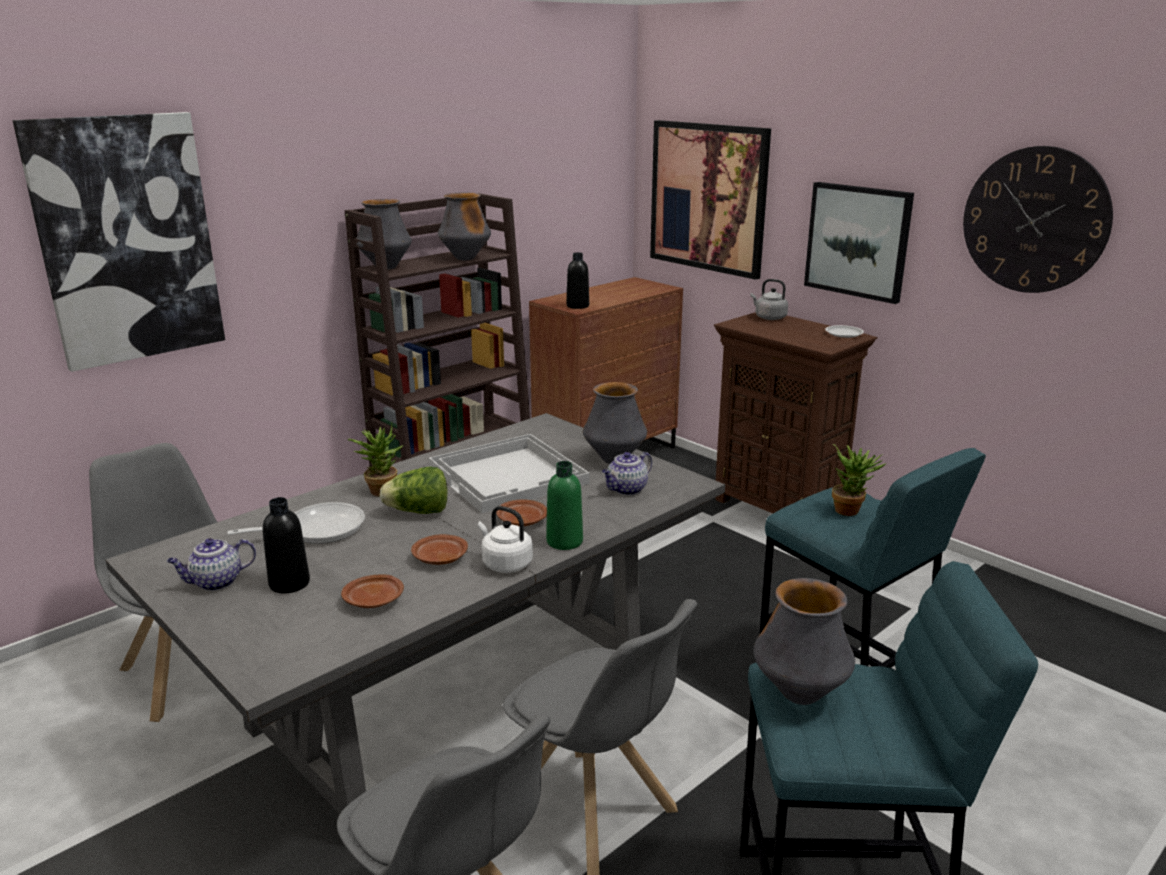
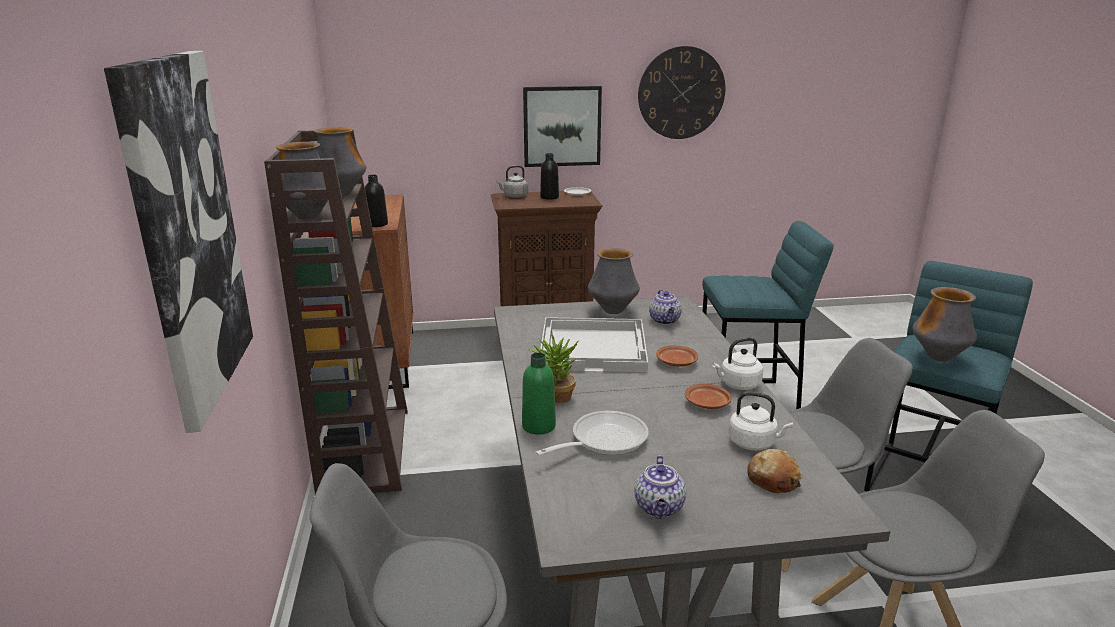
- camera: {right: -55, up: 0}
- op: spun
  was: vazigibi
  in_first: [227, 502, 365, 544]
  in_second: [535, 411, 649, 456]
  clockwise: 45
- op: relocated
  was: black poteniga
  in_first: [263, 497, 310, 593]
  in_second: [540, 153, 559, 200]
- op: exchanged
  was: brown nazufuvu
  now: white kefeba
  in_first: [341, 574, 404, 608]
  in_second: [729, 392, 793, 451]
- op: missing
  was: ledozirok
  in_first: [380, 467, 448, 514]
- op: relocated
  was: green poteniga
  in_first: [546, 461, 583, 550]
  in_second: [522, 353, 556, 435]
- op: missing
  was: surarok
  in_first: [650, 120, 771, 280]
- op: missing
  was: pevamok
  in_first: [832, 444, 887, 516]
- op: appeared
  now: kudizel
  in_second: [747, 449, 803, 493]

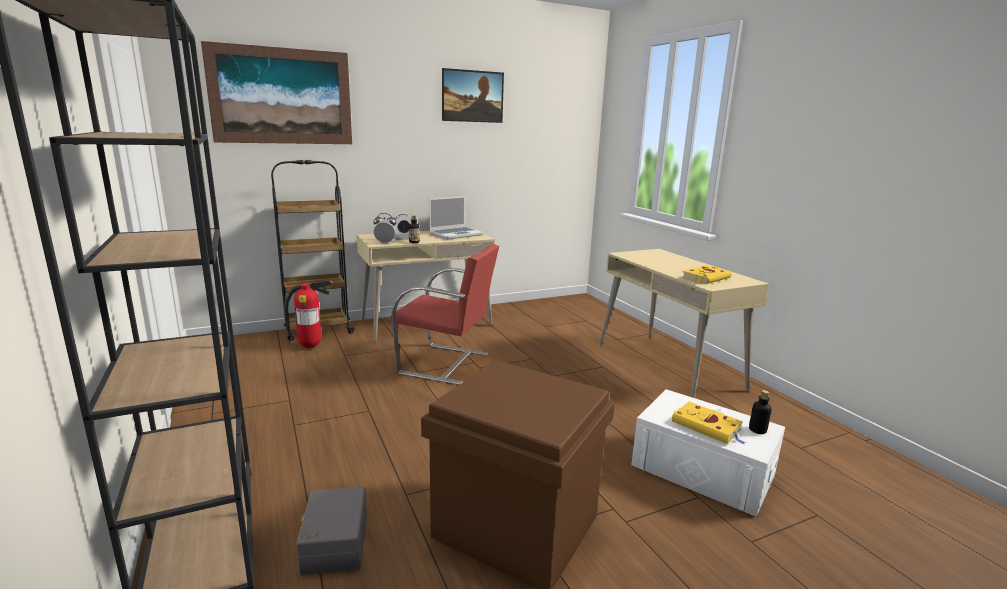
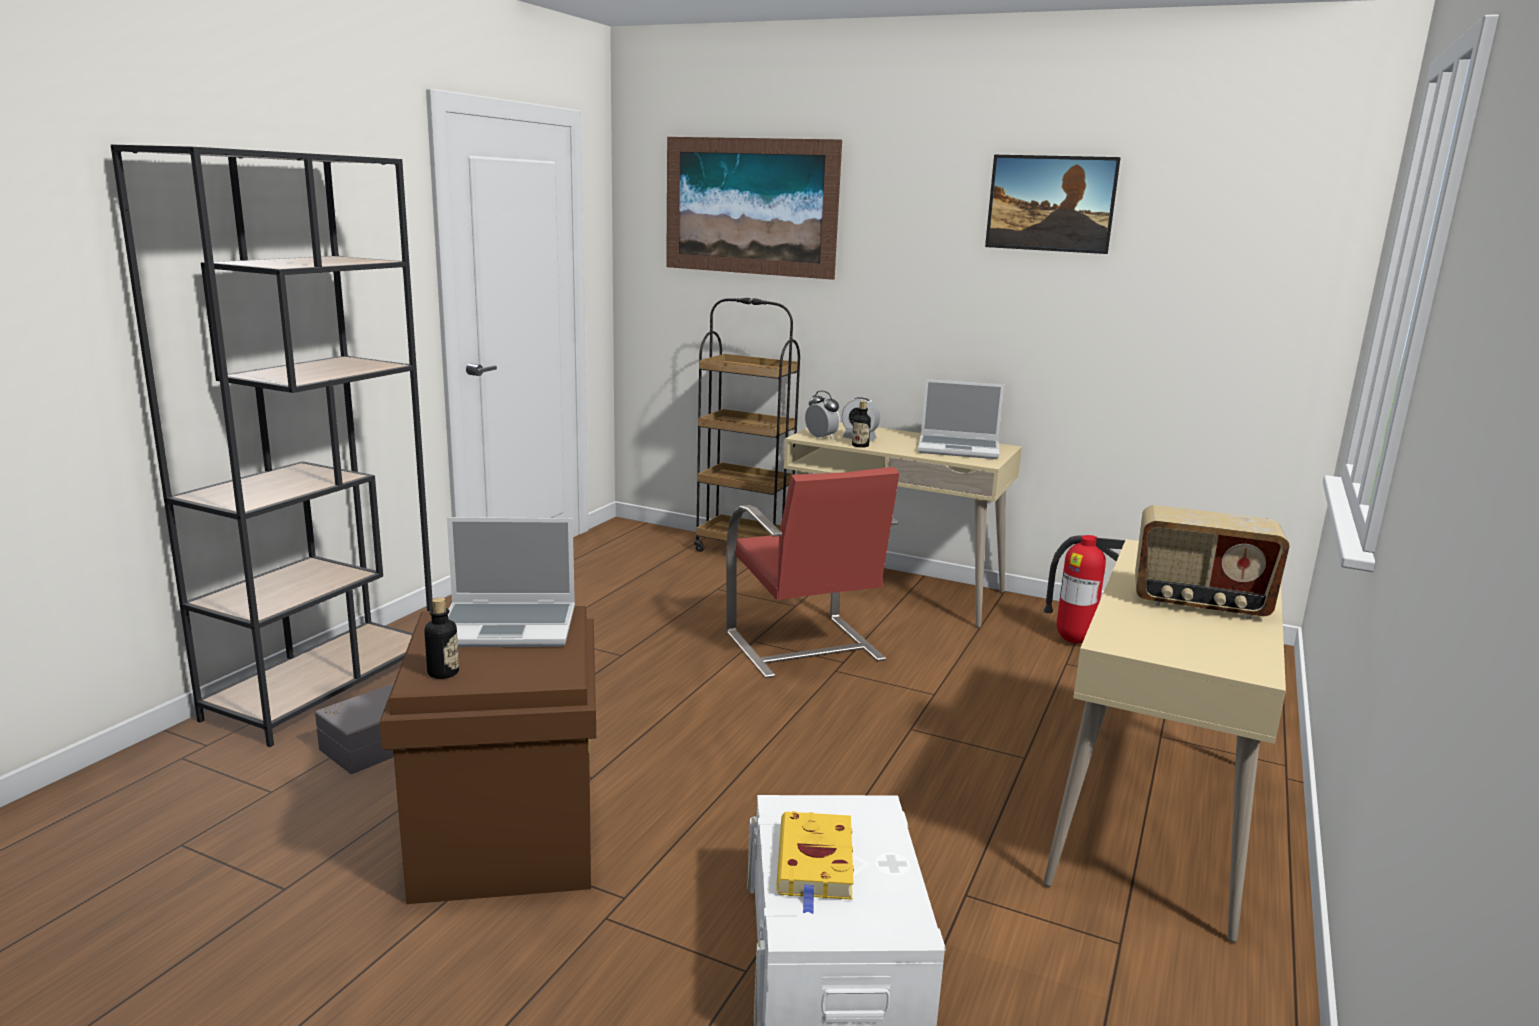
- camera: {right: 50, up: 0}
- op: relocated
  was: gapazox
  in_first: [284, 280, 333, 348]
  in_second: [1043, 535, 1125, 644]
- op: missing
  was: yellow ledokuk
  in_first: [682, 265, 732, 284]
- op: relocated
  was: poteniga
  in_first: [749, 390, 772, 434]
  in_second: [424, 598, 459, 679]
- op: appeared
  now: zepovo
  in_second: [447, 517, 575, 647]
- op: appeared
  now: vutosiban
  in_second: [1135, 505, 1290, 619]

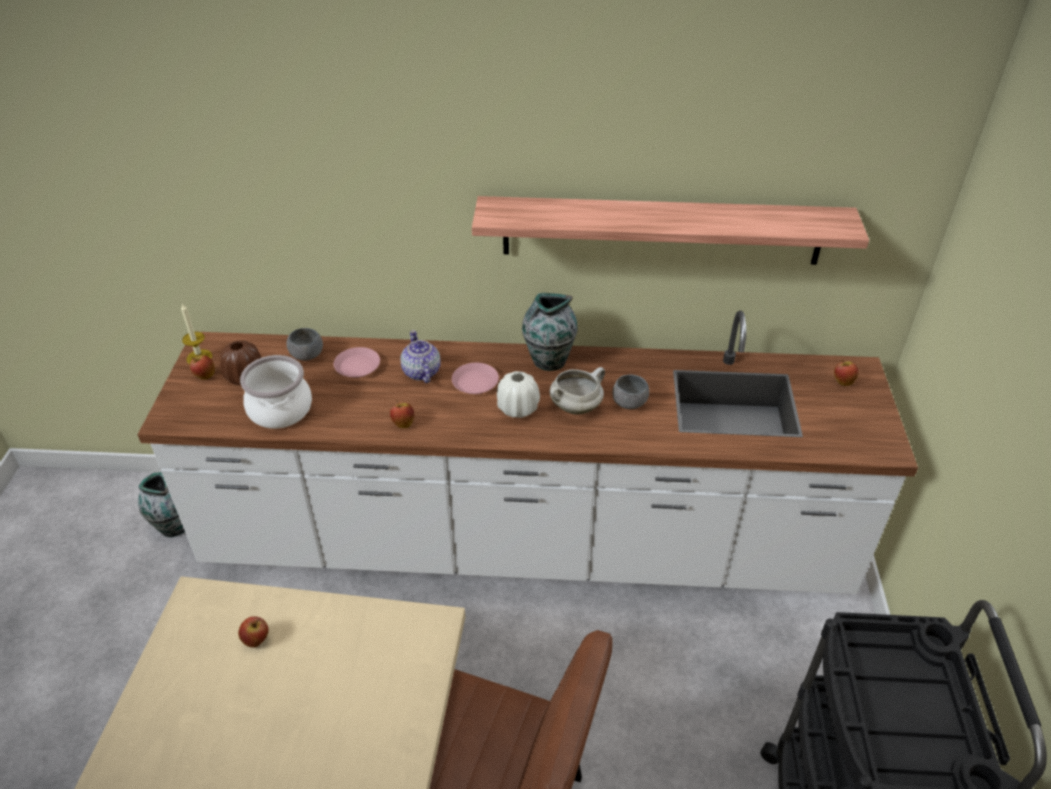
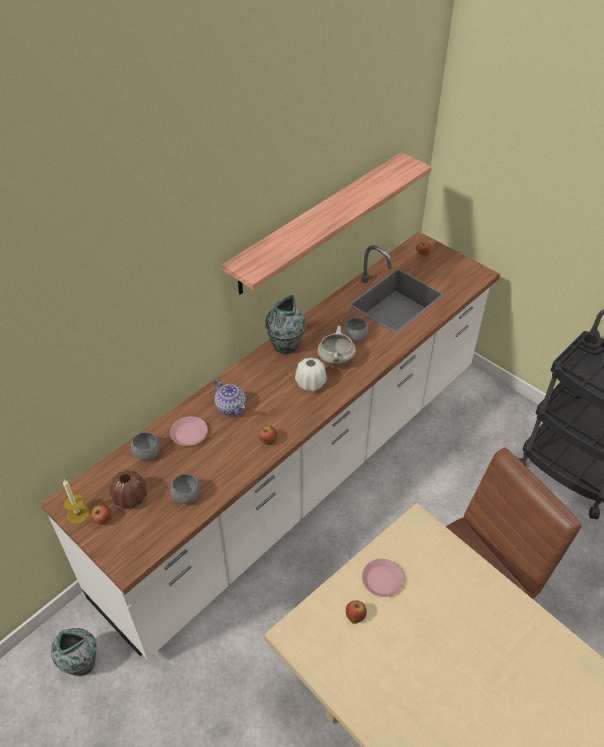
- camera: {right: -50, up: 5}
- op: exchanged
  was: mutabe
  now: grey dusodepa
  in_first: [240, 355, 312, 429]
  in_second: [170, 473, 201, 504]
- op: spun
  was: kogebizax
  in_first: [401, 330, 441, 383]
  in_second: [214, 379, 246, 415]
  clockwise: -150
- op: relocated
  was: pink nazufuvu
  in_first: [452, 363, 499, 394]
  in_second: [362, 559, 404, 597]

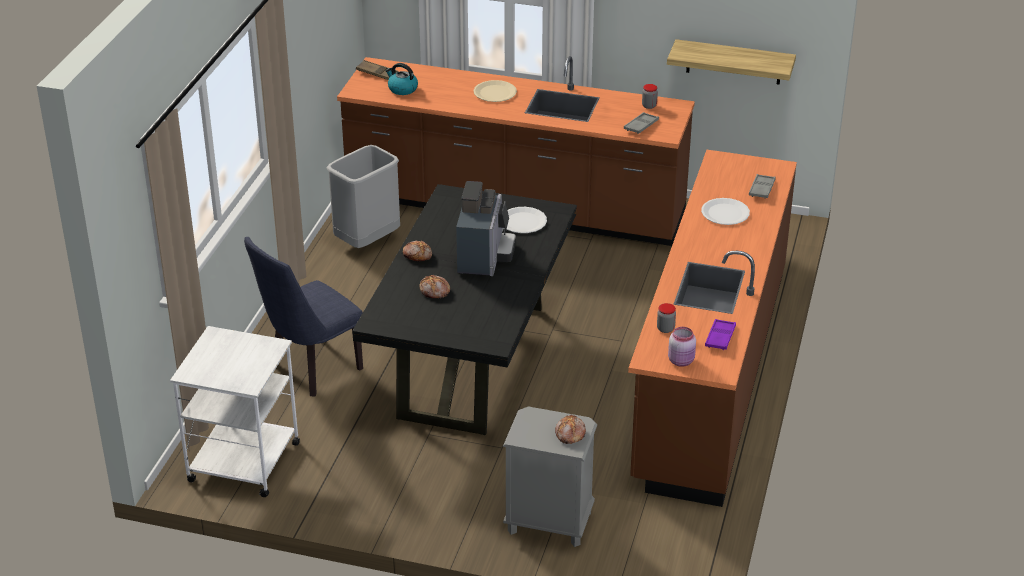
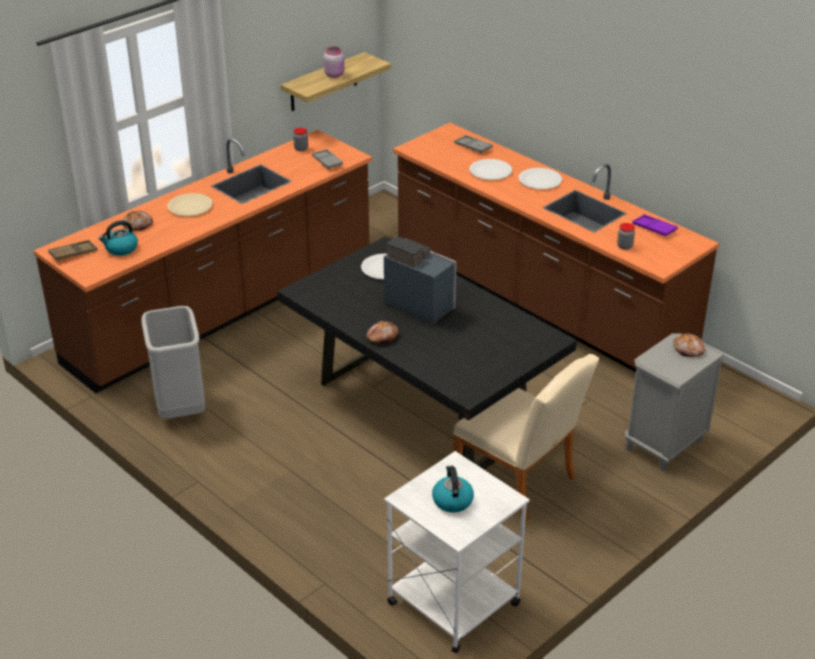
- camera: {right: -60, up: 0}
- op: missing
  was: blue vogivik
  in_first: [244, 237, 363, 397]
- op: relocated
  was: kudizel
  in_first: [420, 275, 450, 298]
  in_second: [123, 211, 153, 231]
- op: relocated
  was: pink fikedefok
  in_first: [668, 327, 696, 367]
  in_second: [324, 47, 344, 78]
- op: appeared
  now: kefeba
  in_second: [432, 465, 474, 512]
- op: appeared
  now: beige vogivik
  in_second: [453, 354, 599, 522]
- op: appeared
  now: white nazufuvu
  in_second: [519, 168, 562, 189]

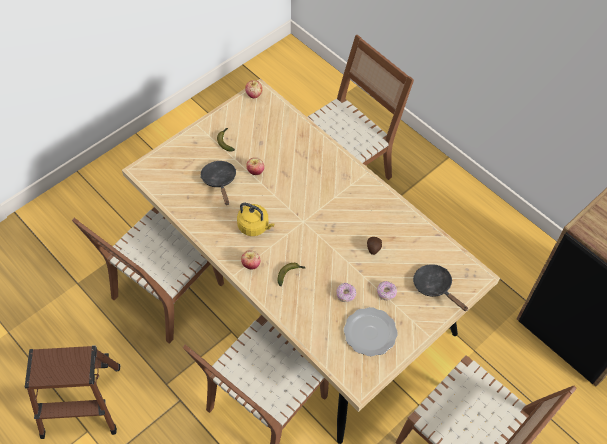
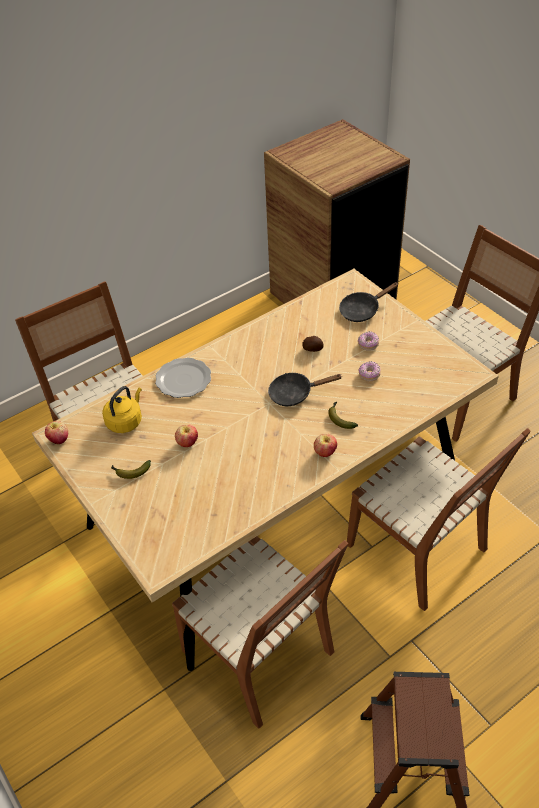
- camera: {right: -80, up: -10}
- op: relocated
  was: black vazigibi
  in_first: [200, 161, 236, 205]
  in_second: [268, 373, 341, 406]
- op: relocated
  was: yellow kefeba
  in_first: [237, 203, 275, 236]
  in_second: [102, 386, 142, 433]
- op: relocated
  was: nazufuvu
  in_first: [344, 307, 398, 356]
  in_second: [155, 358, 211, 398]

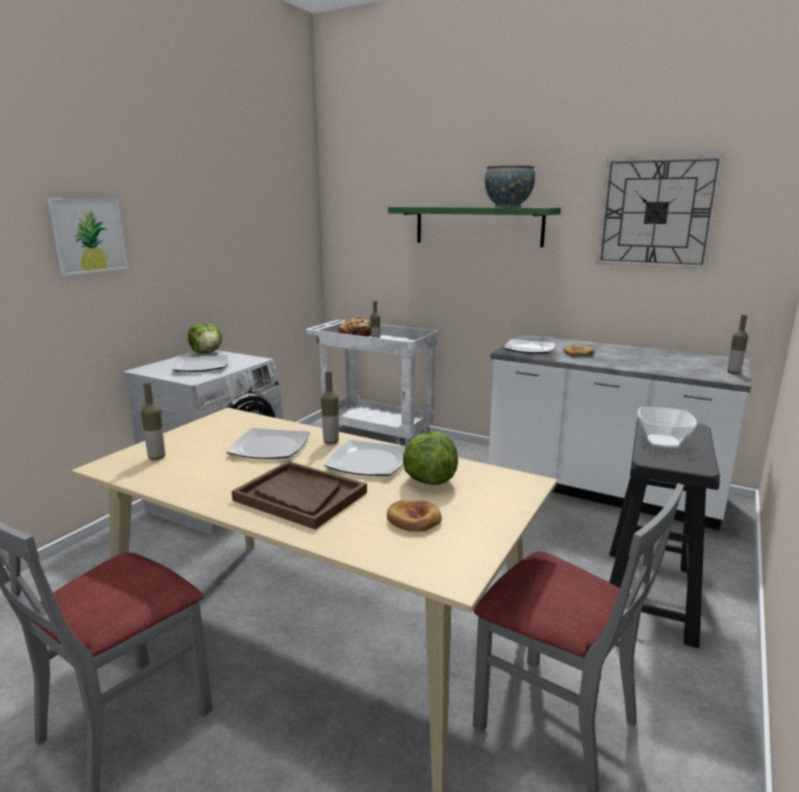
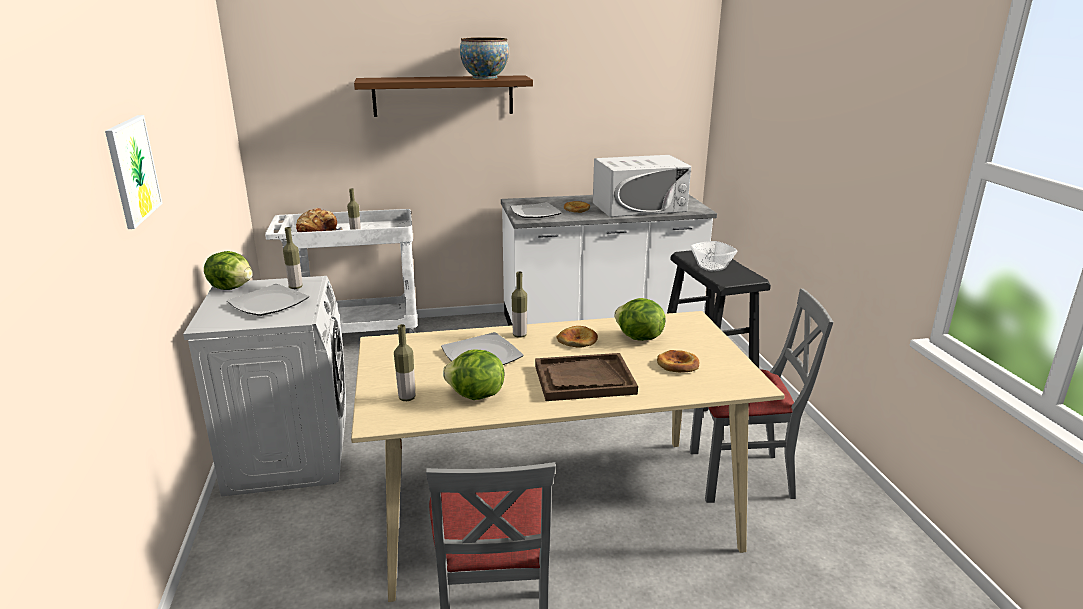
- camera: {right: -40, up: 5}
- op: exchanged
  was: nazufuvu
  now: kudizel
  in_first: [324, 440, 406, 476]
  in_second: [556, 326, 598, 348]
- op: colour
  was: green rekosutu
  now: brown rekosutu
  in_first: [388, 207, 561, 247]
  in_second: [354, 75, 533, 117]
- op: missing
  was: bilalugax
  in_first: [596, 154, 725, 269]
- op: relocated
  was: poteniga
  in_first: [727, 315, 748, 374]
  in_second: [283, 227, 303, 289]
- op: appeared
  now: ledozirok
  in_second: [443, 350, 504, 400]
- op: appeared
  now: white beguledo
  in_second: [593, 155, 691, 217]

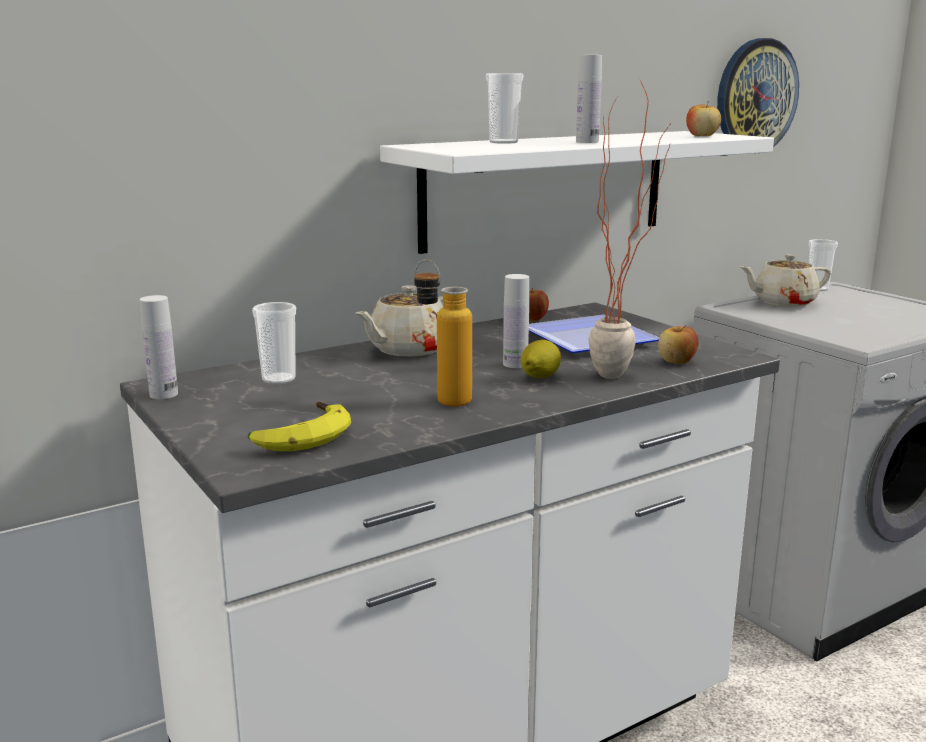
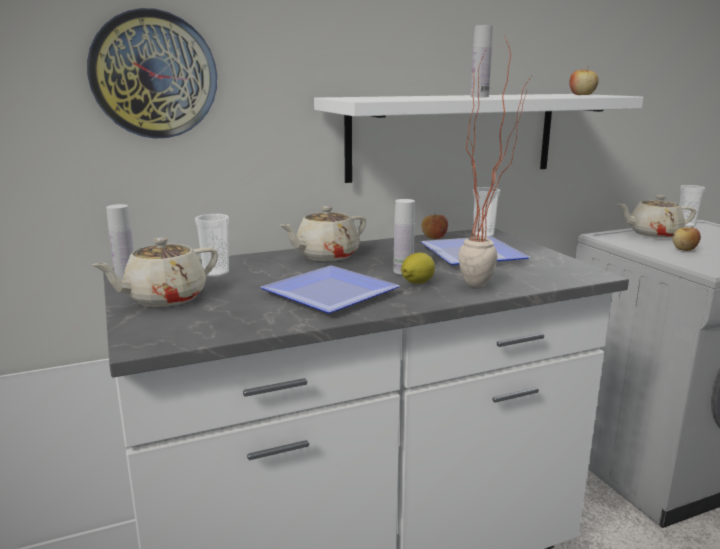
- camera: {right: 10, up: 0}
- op: missing
  was: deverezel
  in_first: [248, 402, 351, 451]
- op: exchanged
  was: poteniga
  now: nazufuvu
  in_first: [414, 260, 472, 407]
  in_second: [260, 266, 400, 313]
- op: relocated
  was: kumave
  in_first: [486, 73, 524, 144]
  in_second: [473, 187, 500, 237]
- op: relocated
  was: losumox
  in_first: [658, 325, 699, 364]
  in_second: [673, 227, 701, 251]
- op: relocated
  was: bilalugax
  in_first: [717, 38, 799, 154]
  in_second: [87, 8, 217, 139]
- op: appeared
  now: beige kogebizax
  in_second: [92, 237, 218, 307]

